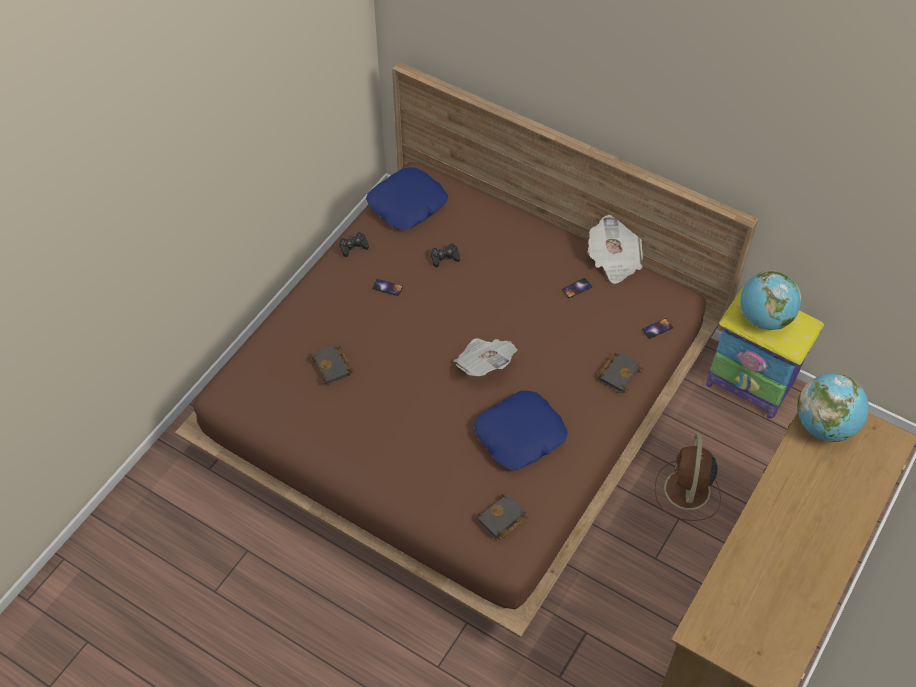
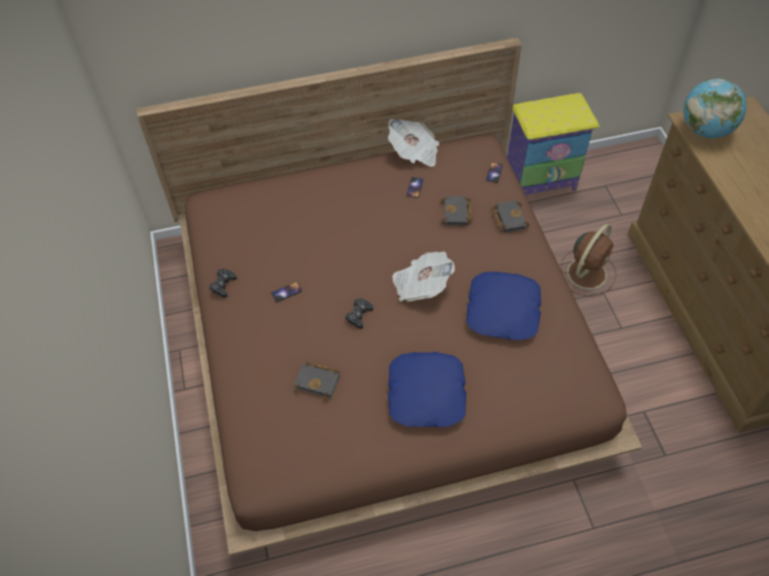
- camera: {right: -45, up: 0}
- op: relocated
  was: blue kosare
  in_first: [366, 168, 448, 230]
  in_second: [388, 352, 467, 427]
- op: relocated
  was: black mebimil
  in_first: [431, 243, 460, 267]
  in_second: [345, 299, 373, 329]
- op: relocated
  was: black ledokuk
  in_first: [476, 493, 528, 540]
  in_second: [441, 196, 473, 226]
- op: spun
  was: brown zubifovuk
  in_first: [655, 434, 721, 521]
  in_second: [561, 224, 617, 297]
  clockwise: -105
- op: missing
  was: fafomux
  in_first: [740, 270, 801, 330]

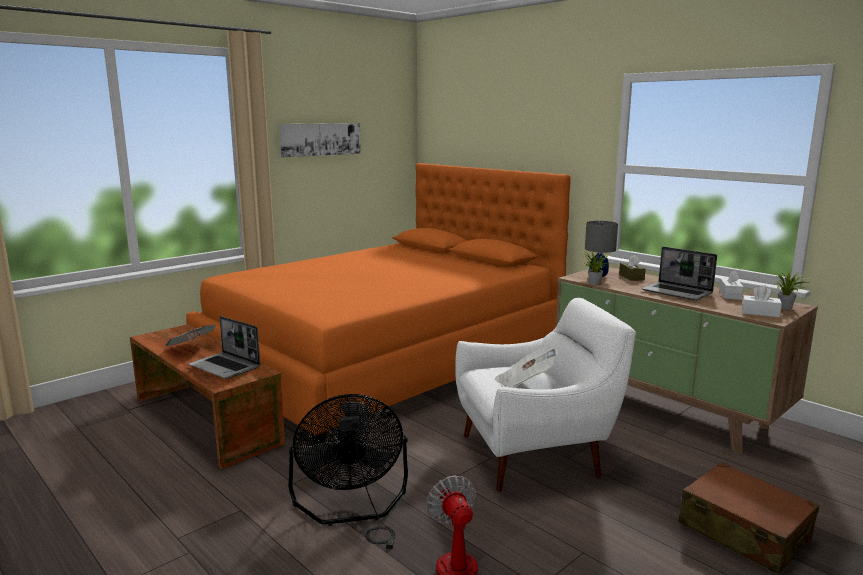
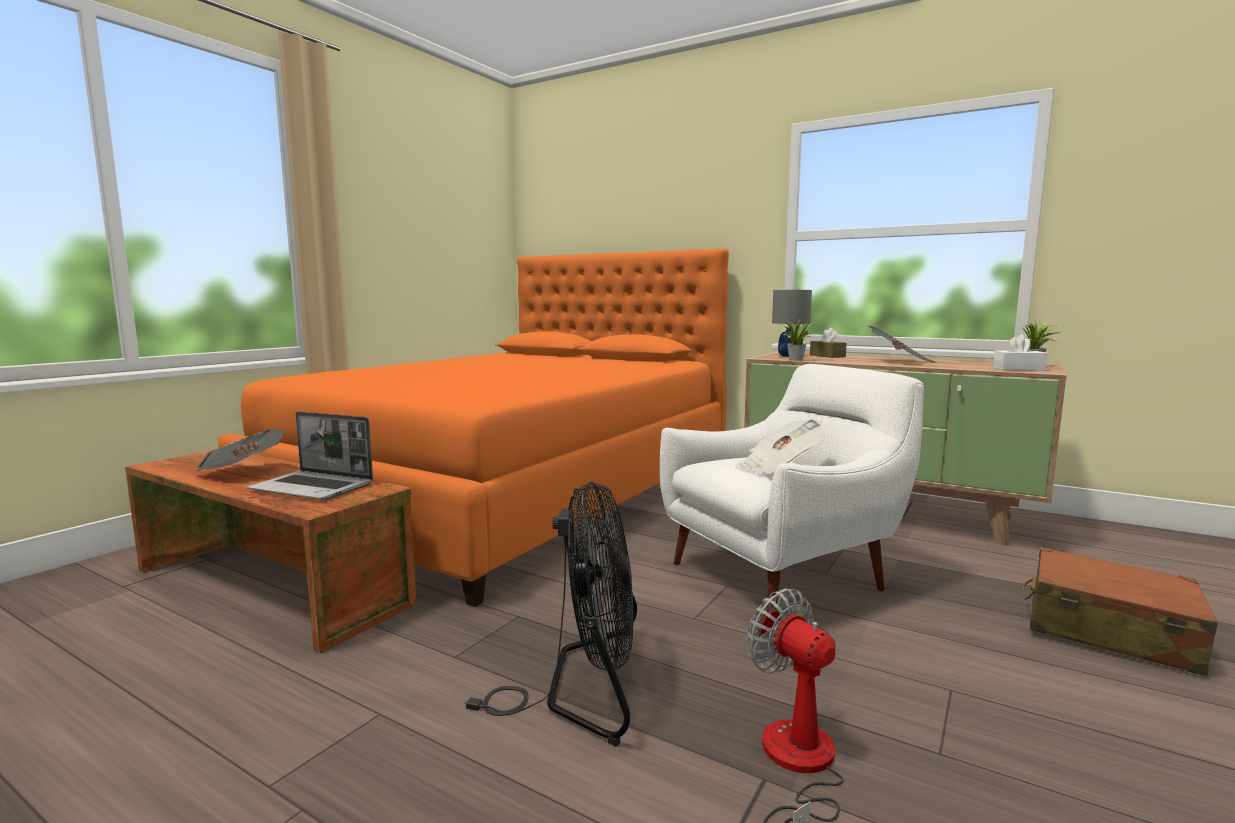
- camera: {right: -15, up: -5}
- op: missing
  was: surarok
  in_first: [279, 123, 361, 157]
- op: spun
  was: black zubifovuk
  in_first: [288, 394, 408, 549]
  in_second: [464, 481, 637, 747]
  clockwise: 120
- op: exchanged
  was: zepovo
  now: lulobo
  in_first: [642, 247, 717, 301]
  in_second: [868, 326, 937, 363]
- op: missing
  was: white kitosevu
  in_first: [719, 270, 744, 300]

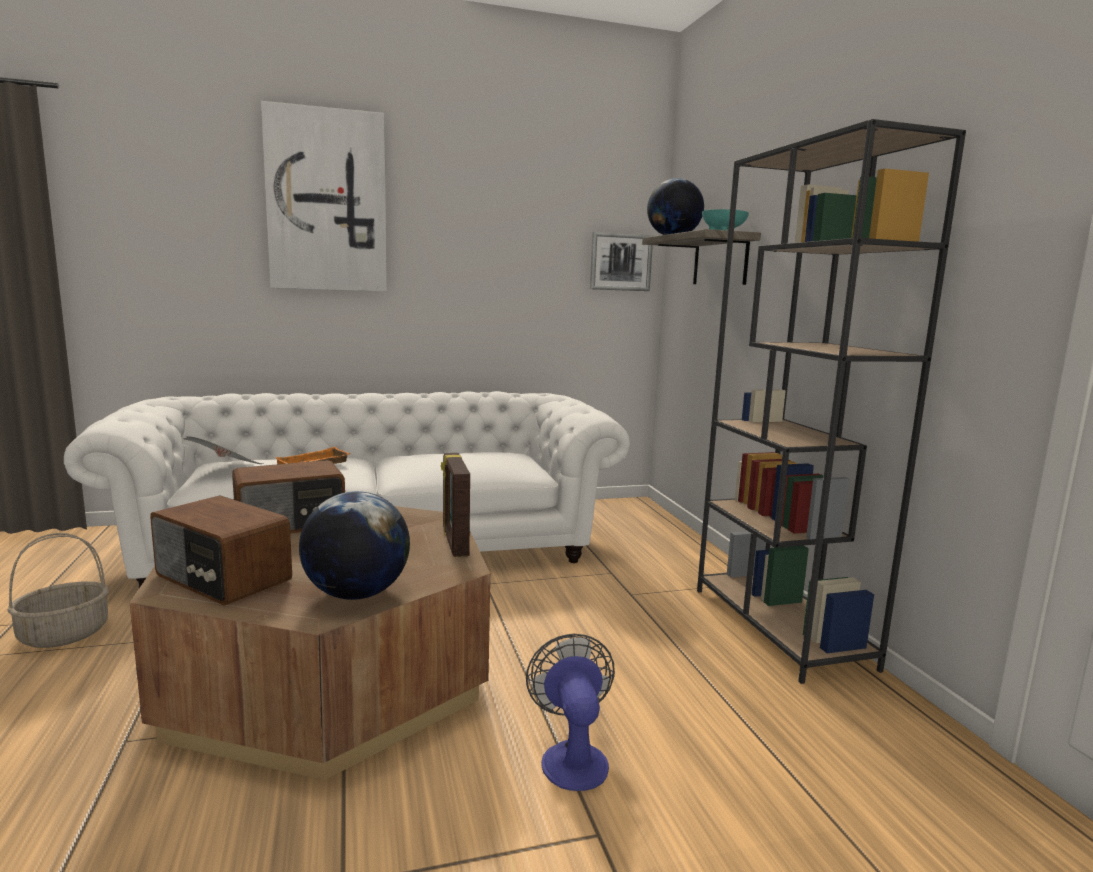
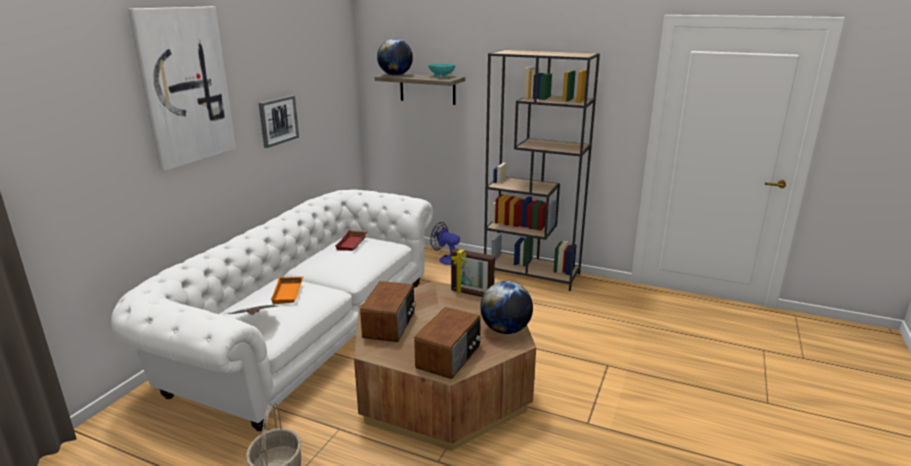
- camera: {right: -50, up: 10}
- op: spun
  was: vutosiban
  in_first: [150, 495, 292, 605]
  in_second: [414, 307, 481, 379]
  clockwise: -45
- op: relocated
  was: zubifovuk
  in_first: [526, 634, 615, 791]
  in_second: [430, 222, 460, 265]
- op: relocated
  was: surarok
  in_first: [590, 232, 653, 291]
  in_second: [259, 95, 299, 148]
- op: appeared
  now: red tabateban
  in_second: [335, 230, 368, 251]

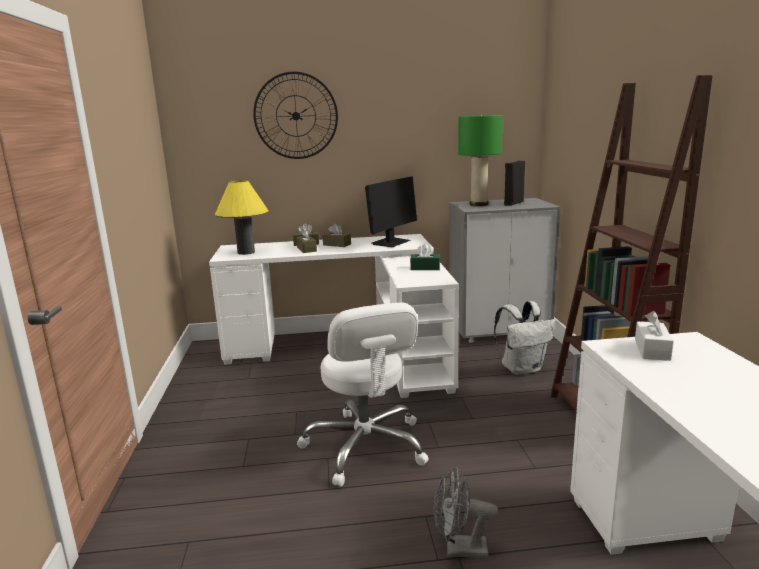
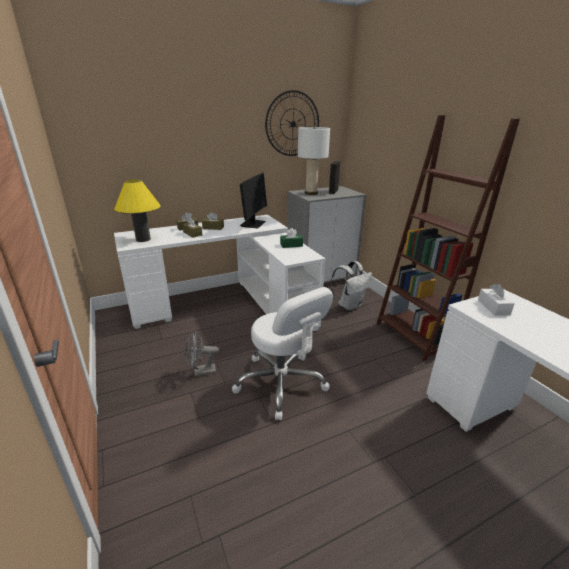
- camera: {right: -20, up: 10}
- op: relocated
  was: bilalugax
  in_first: [253, 72, 338, 159]
  in_second: [265, 90, 319, 156]
- op: relocated
  was: grey zubifovuk
  in_first: [433, 467, 498, 558]
  in_second: [184, 331, 219, 376]
- op: colour
  was: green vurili
  now: white vurili
  in_first: [458, 114, 503, 206]
  in_second: [298, 127, 330, 195]

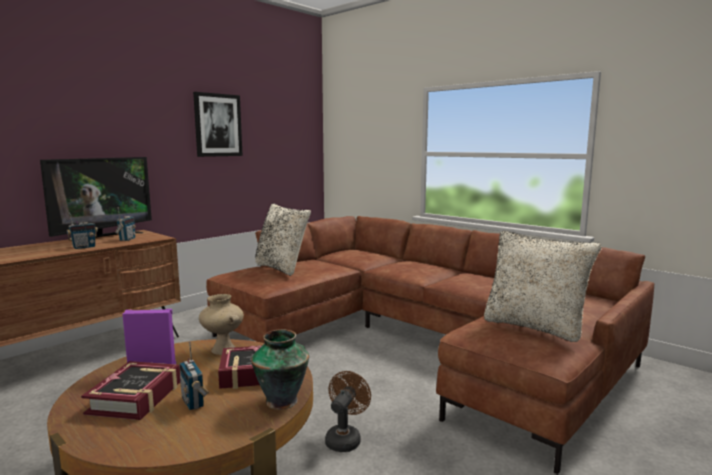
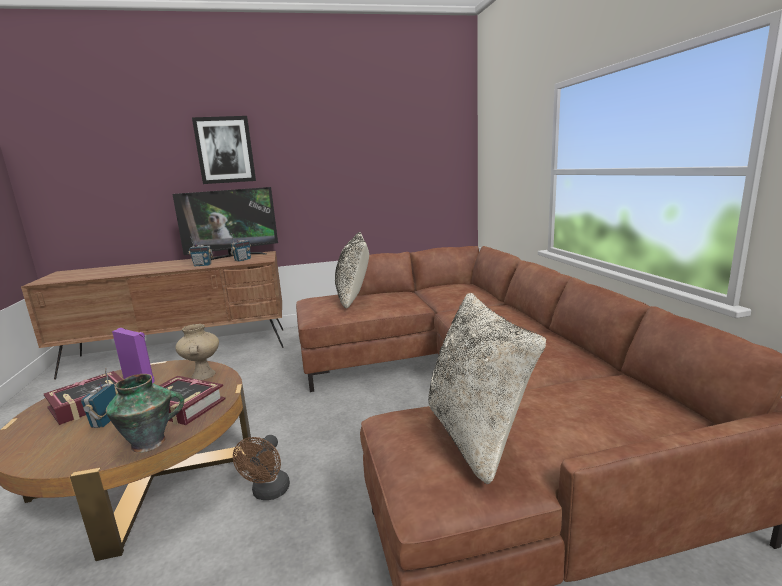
- camera: {right: 35, up: 5}
- op: relocated
  was: surarok
  in_first: [193, 92, 243, 157]
  in_second: [192, 116, 256, 184]
- op: spun
  was: brown zubifovuk
  in_first: [325, 371, 371, 452]
  in_second: [233, 435, 290, 500]
  clockwise: 135

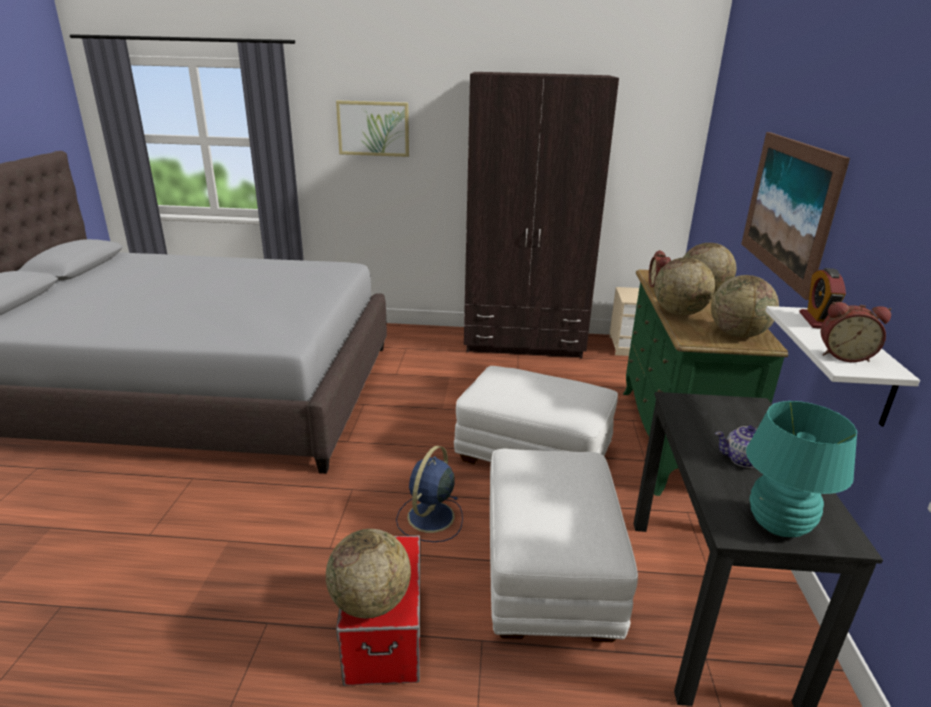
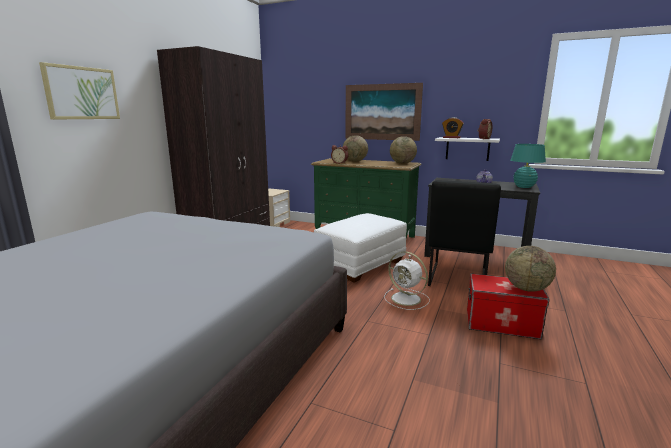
- camera: {right: -70, up: -10}
- op: colour
  was: blue zubifovuk
  now: white zubifovuk
  in_first: [396, 446, 463, 542]
  in_second: [384, 251, 430, 310]
- op: exchanged
  was: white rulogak
  now: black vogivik
  in_first: [490, 449, 638, 642]
  in_second: [428, 180, 501, 286]
- op: missing
  was: fafomux
  in_first: [654, 257, 715, 315]

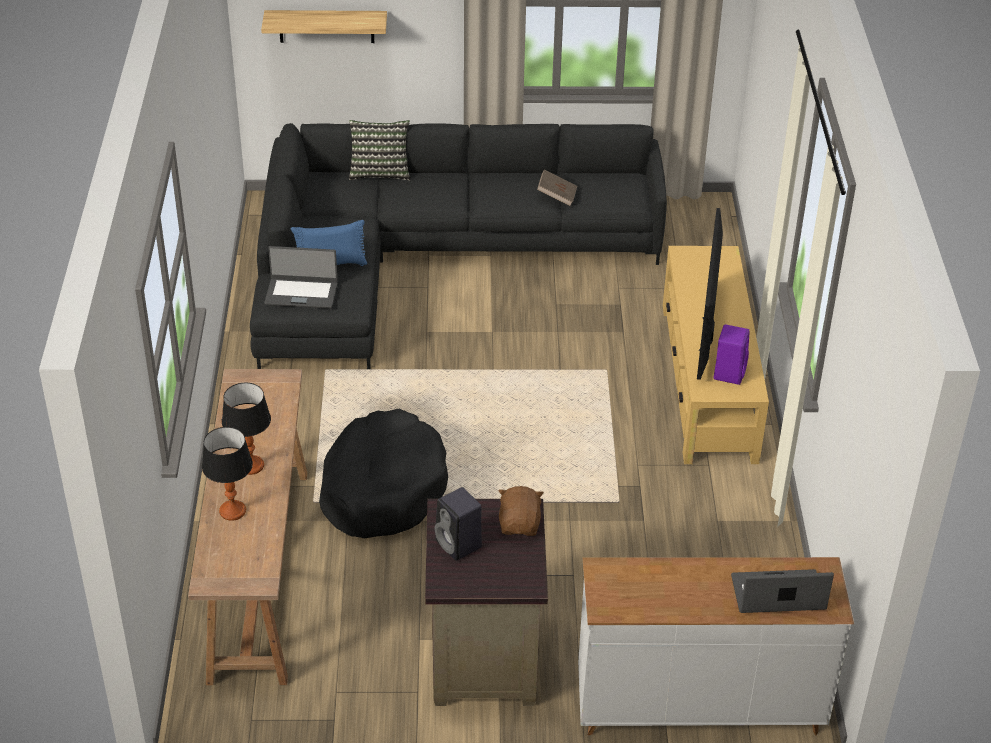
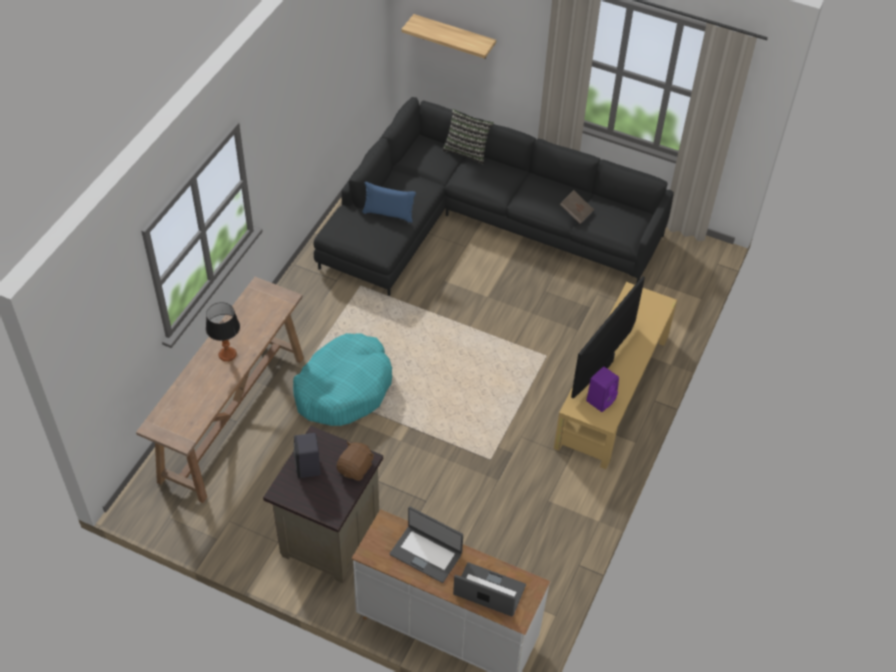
- camera: {right: 25, up: 10}
- op: missing
  was: vurili
  in_first: [202, 427, 253, 521]
- op: relocated
  was: zepovo
  in_first: [264, 246, 338, 309]
  in_second: [390, 507, 463, 583]
- op: colour
  was: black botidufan
  now: turquoise botidufan
  in_first: [319, 408, 448, 538]
  in_second: [293, 333, 392, 426]

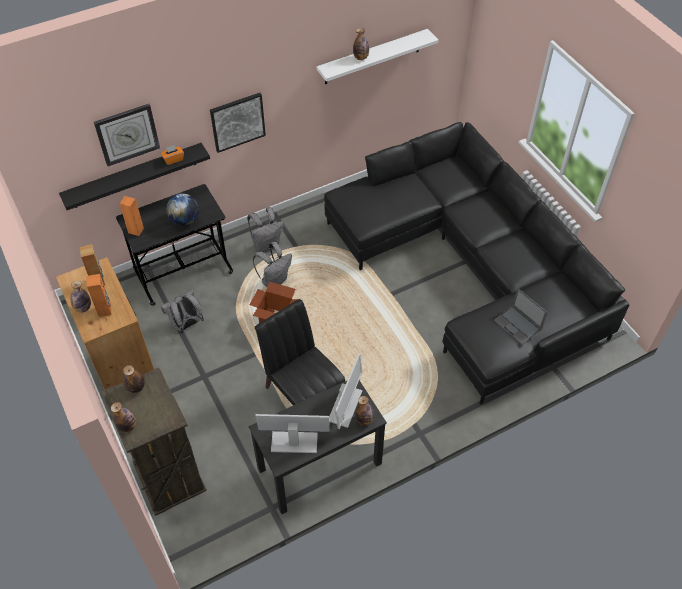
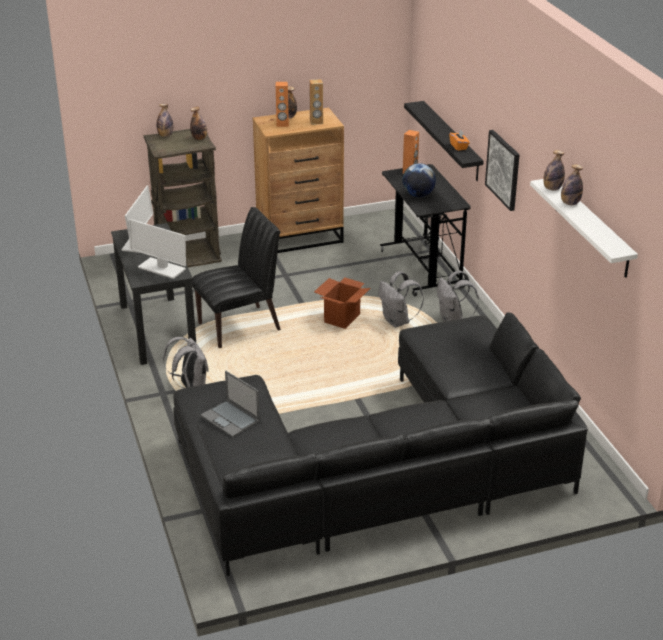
- camera: {right: 100, up: -20}
- op: missing
  was: bilalugax
  in_first: [94, 104, 160, 166]
- op: relocated
  was: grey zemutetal
  in_first: [161, 290, 204, 334]
  in_second: [163, 337, 209, 388]
- op: relocated
  was: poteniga
  in_first: [355, 396, 374, 426]
  in_second: [543, 150, 565, 191]
- op: spun
  was: zepovo
  in_first: [493, 288, 547, 345]
  in_second: [200, 371, 260, 437]
  clockwise: -105

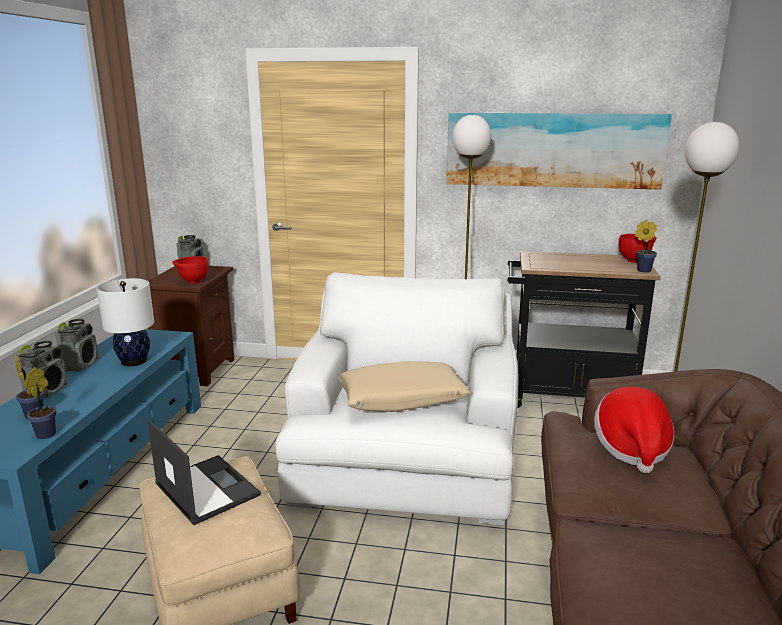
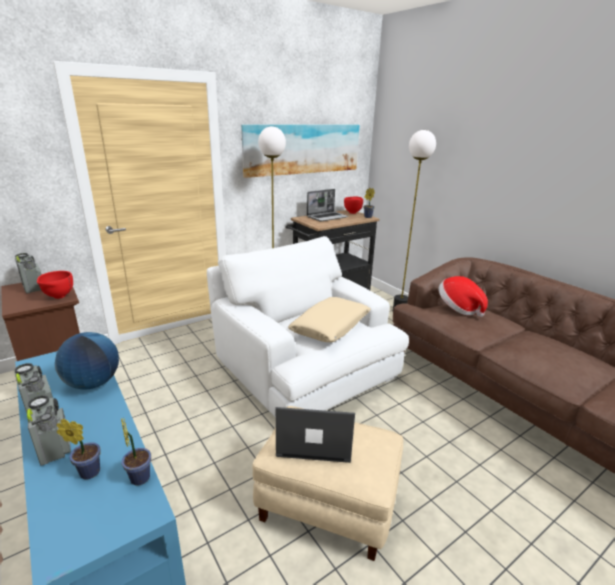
- camera: {right: -45, up: 5}
- op: exchanged
  was: white vurili
  now: fafomux
  in_first: [97, 278, 154, 366]
  in_second: [55, 332, 119, 390]
- op: appeared
  now: zepovo
  in_second: [307, 189, 349, 222]

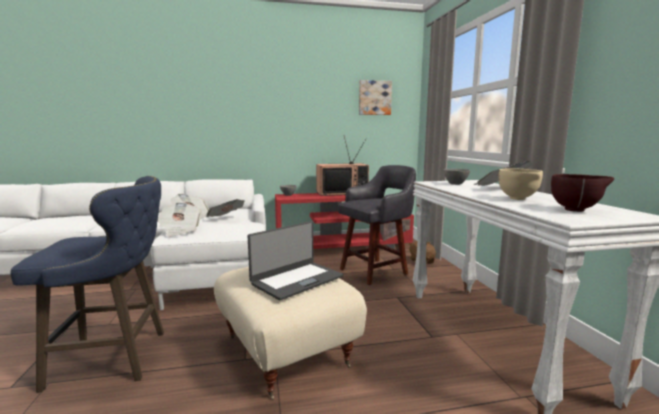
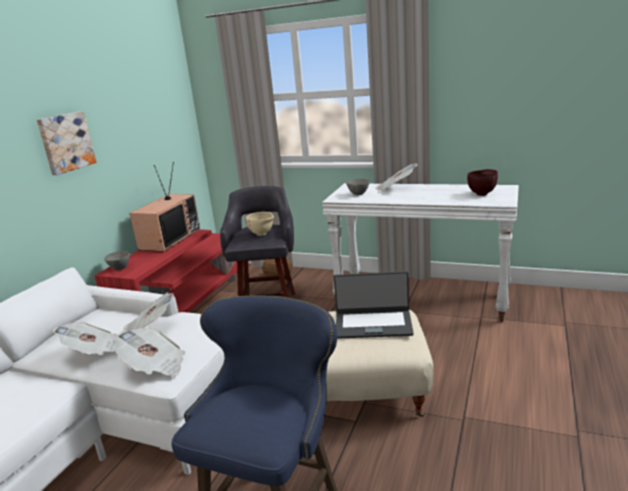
- camera: {right: -55, up: 10}
- op: spun
  was: zepovo
  in_first: [248, 221, 343, 300]
  in_second: [334, 271, 414, 339]
  clockwise: 105
- op: relocated
  was: surarok
  in_first: [359, 80, 392, 115]
  in_second: [37, 111, 97, 175]
- op: relocated
  was: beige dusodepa
  in_first: [499, 168, 543, 200]
  in_second: [246, 212, 274, 236]

